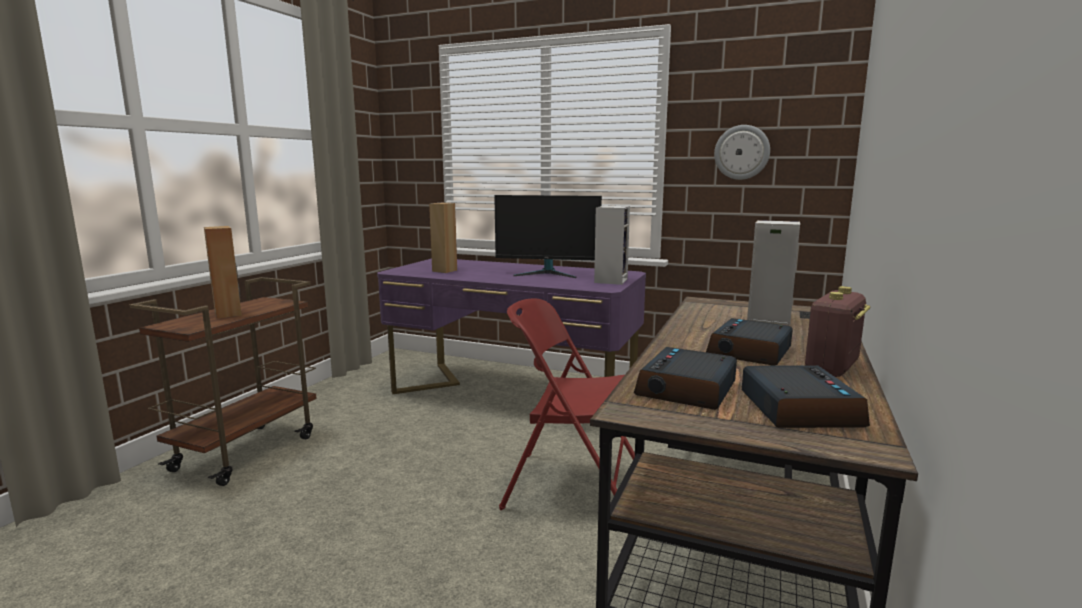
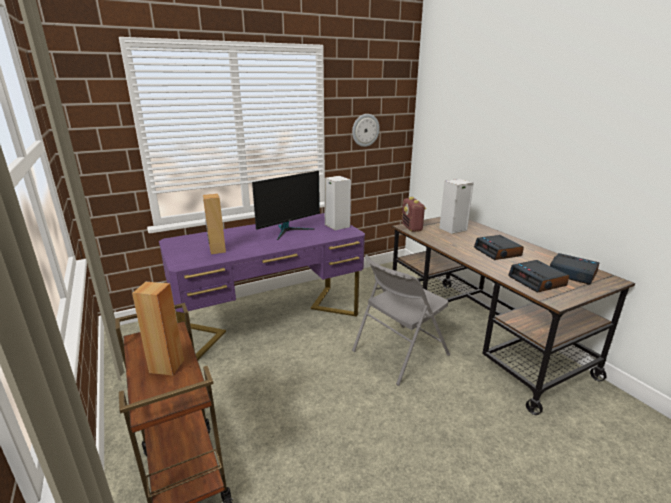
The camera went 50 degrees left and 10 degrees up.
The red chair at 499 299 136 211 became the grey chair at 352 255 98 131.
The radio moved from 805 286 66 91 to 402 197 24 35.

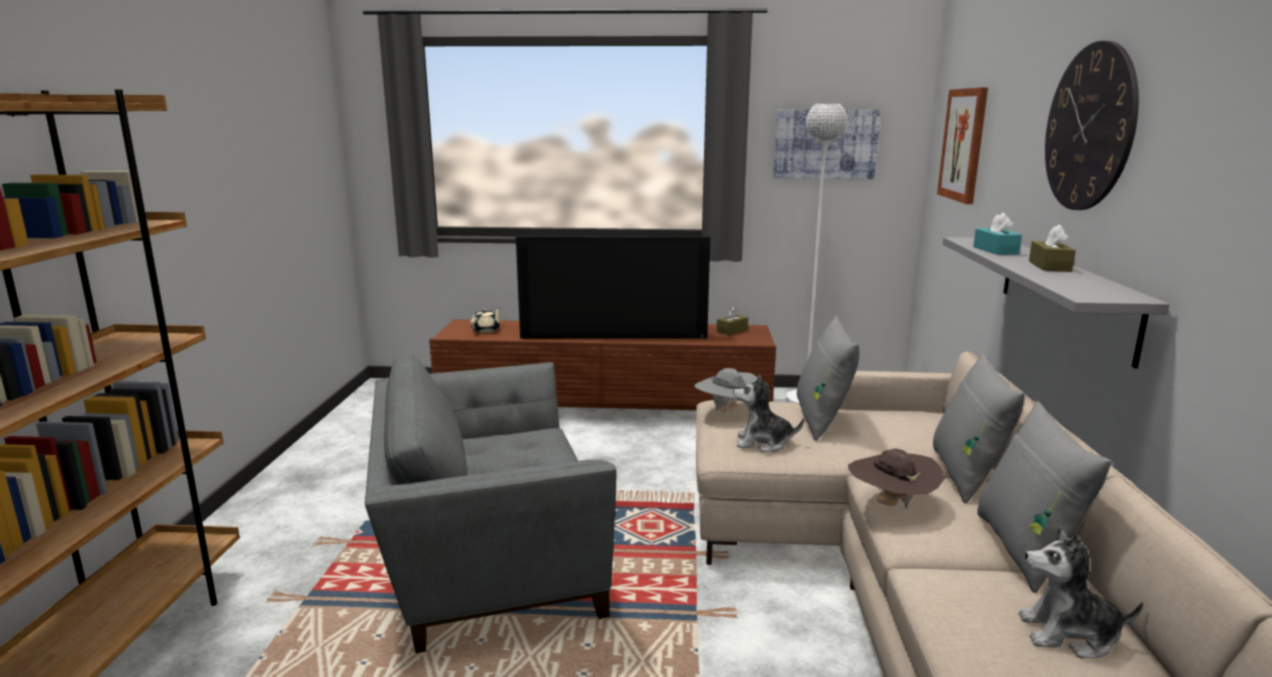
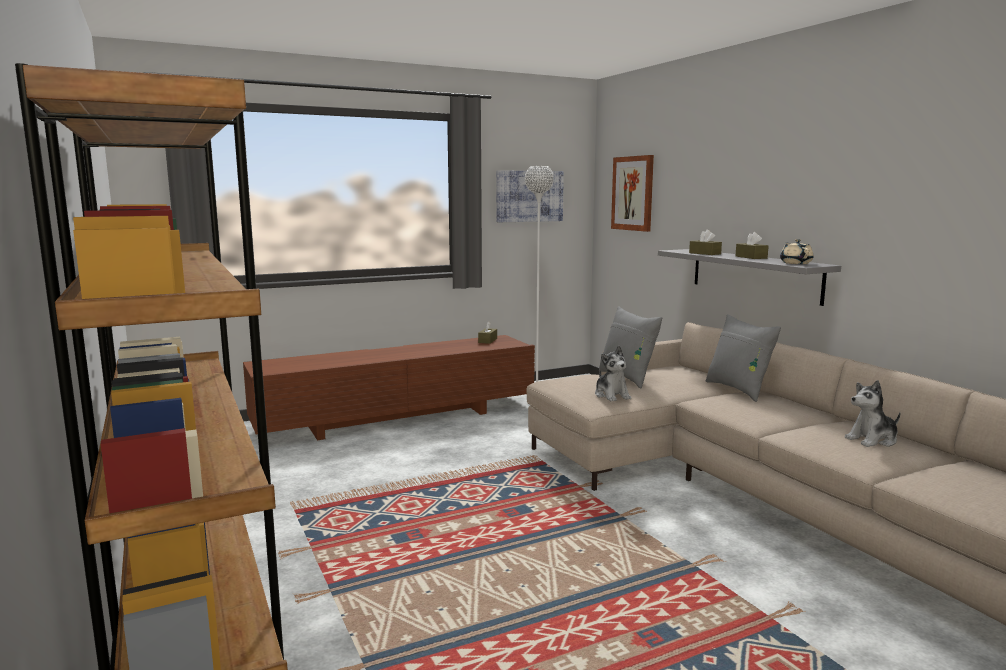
The camera went 30 degrees left and 5 degrees down.
The plush toy at 733 375 71 77 turned 90 degrees counterclockwise.
The turquoise tissue box at 973 213 49 42 became the brown tissue box at 689 229 33 26.
The beige teapot moved from 470 308 31 25 to 780 239 34 25.
The grey armchair at 365 354 251 299 disappeared.
The television at 516 236 194 103 disappeared.
The grey hat at 694 368 64 44 disappeared.
The brown hat at 848 448 97 61 disappeared.
The grey pillow at 977 401 134 192 disappeared.
The wall clock at 1045 41 94 169 disappeared.

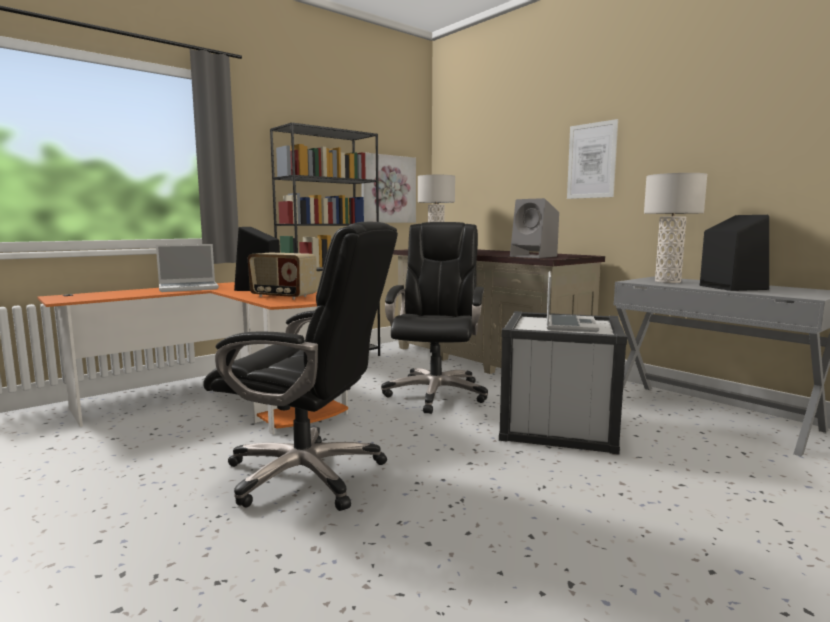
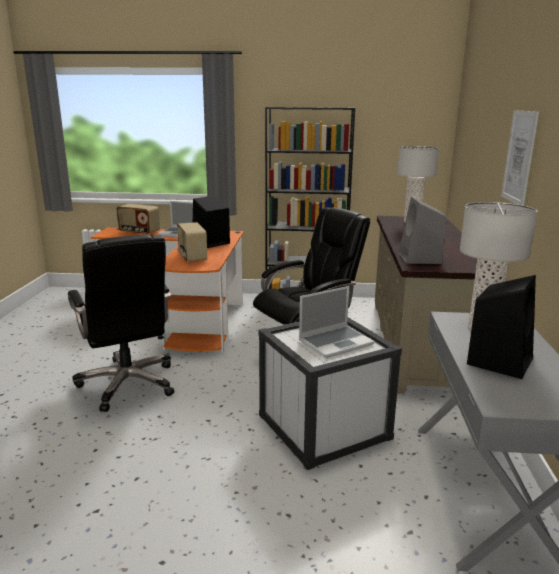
The camera went 45 degrees right and 10 degrees up.
The radio at 116 204 44 31 appeared.
The picture at 361 152 55 71 disappeared.

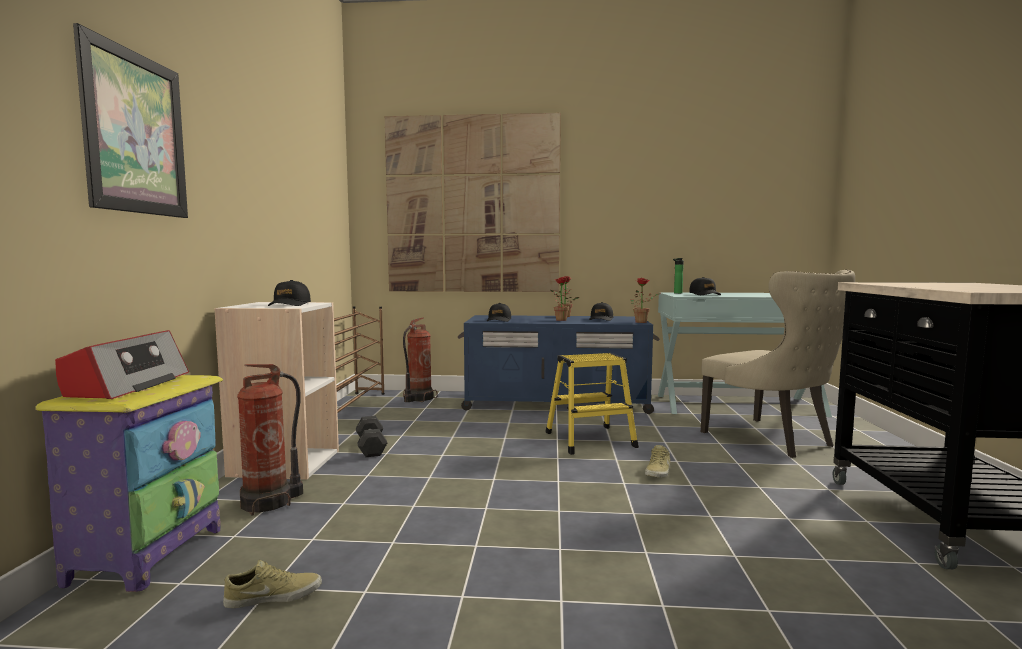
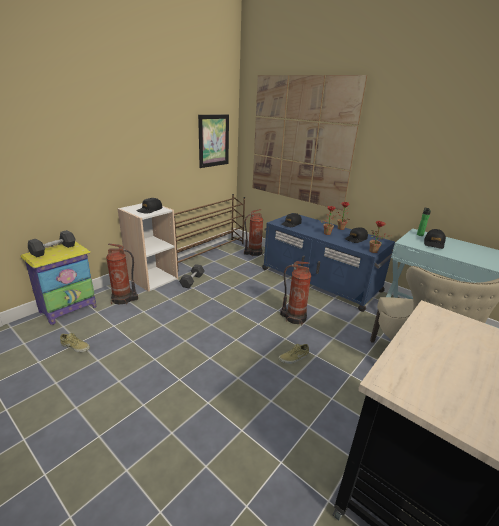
The camera went 35 degrees right and 20 degrees up.
The radio at 55 330 134 69 was replaced by the grey dumbbell at 28 230 47 27.
The picture moved from 73 23 115 195 to 198 115 31 53.
The yellow step ladder at 545 353 94 102 was replaced by the fire extinguisher at 280 261 31 65.

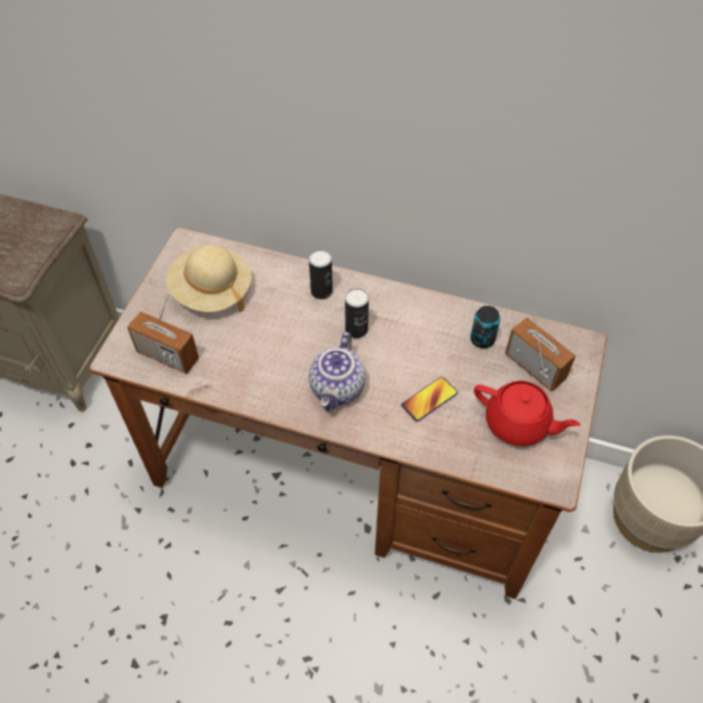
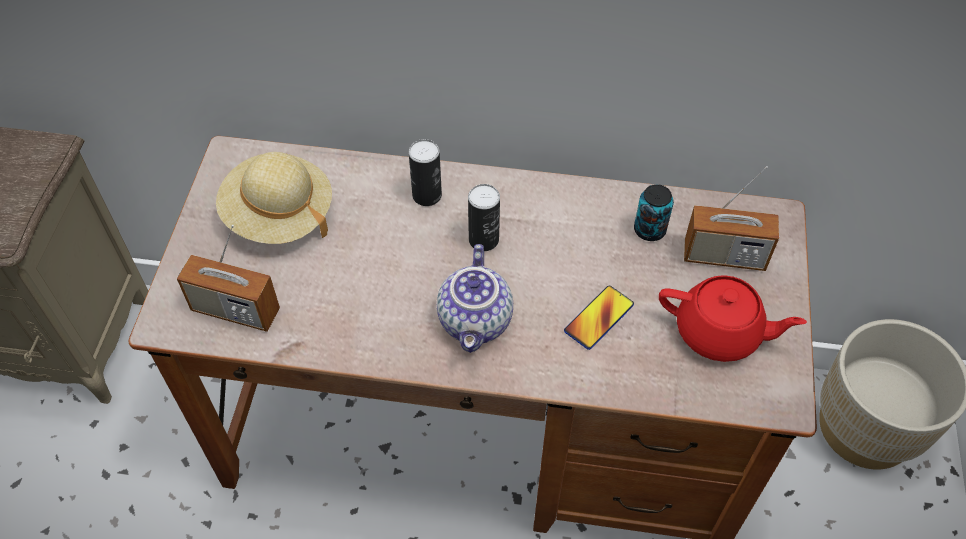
The camera went 10 degrees left and 0 degrees up.
The radio at 505 312 71 79 turned 150 degrees clockwise.

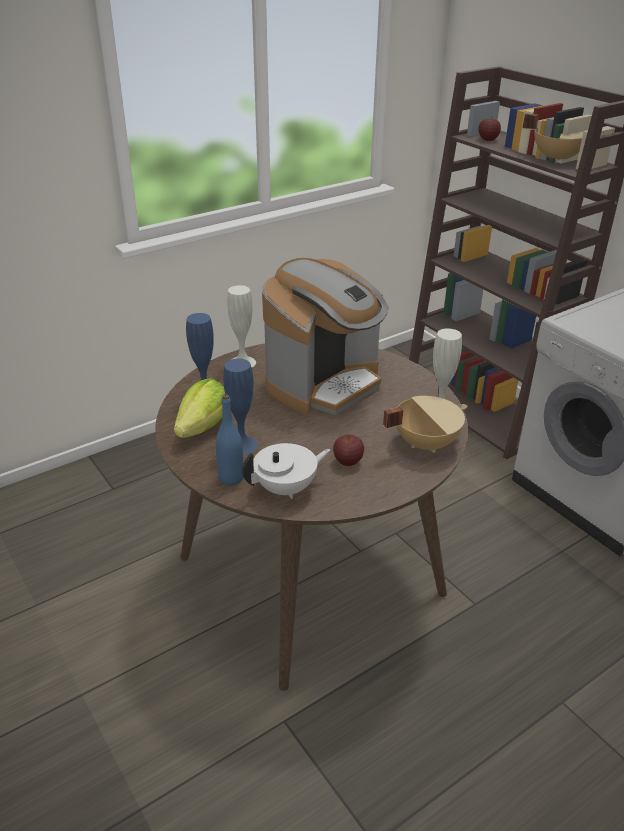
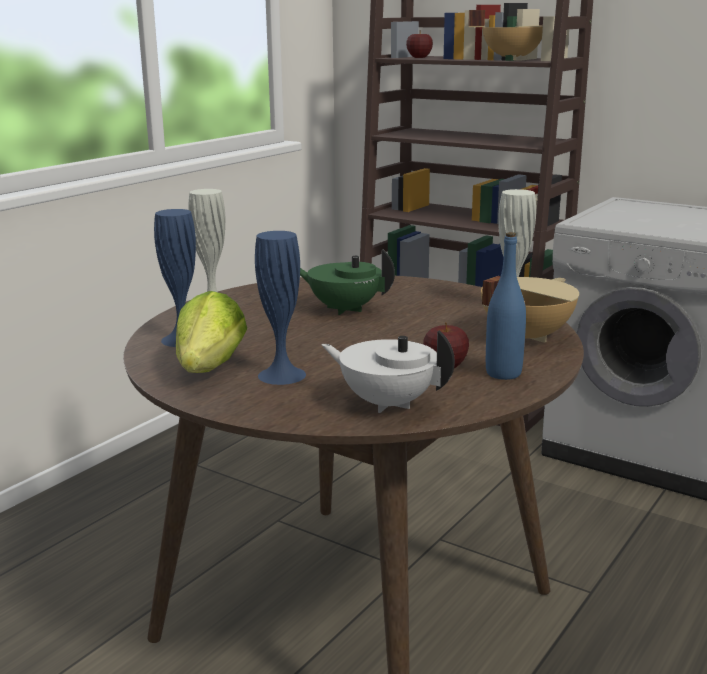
The camera went 20 degrees left and 15 degrees down.
The coffee machine at 262 258 126 157 was replaced by the green teapot at 300 249 95 66.
The white teapot at 242 443 88 56 turned 105 degrees counterclockwise.
The blue bottle moved from 216 394 28 91 to 486 232 40 148.

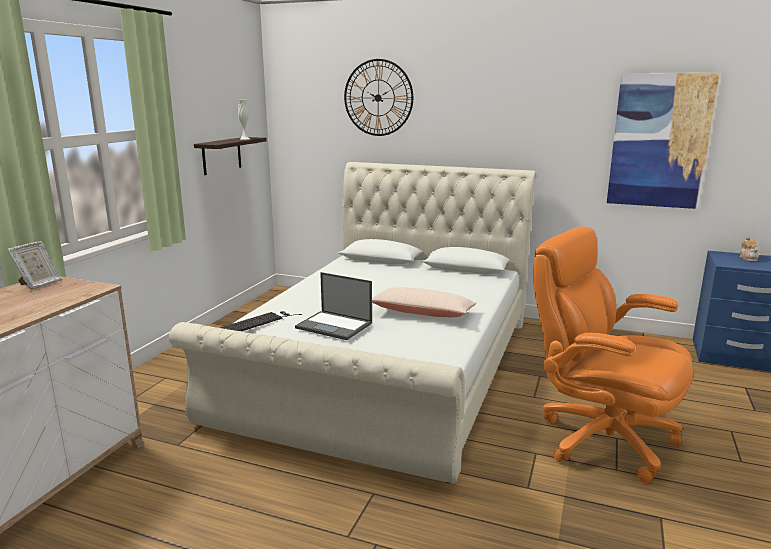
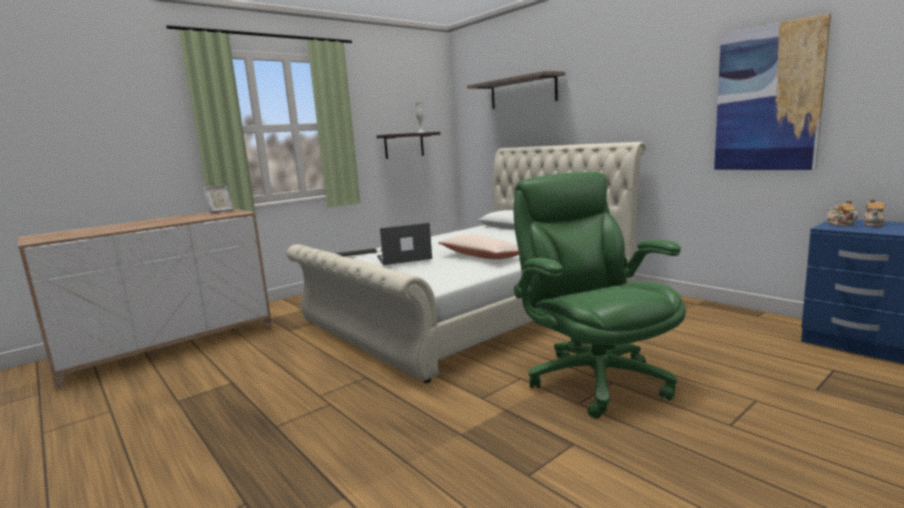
The camera went 30 degrees right and 5 degrees down.
The laptop at 295 272 77 68 turned 105 degrees clockwise.
The wall clock at 344 59 69 77 was replaced by the shelf at 467 71 98 38.
The orange office chair at 533 227 160 257 became the green office chair at 514 172 172 247.
The teapot at 827 199 31 27 appeared.

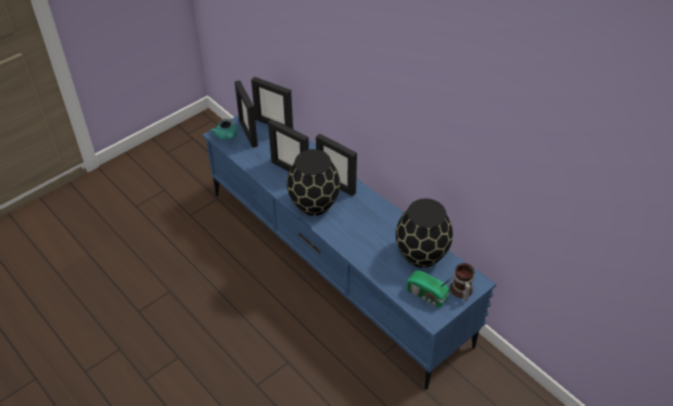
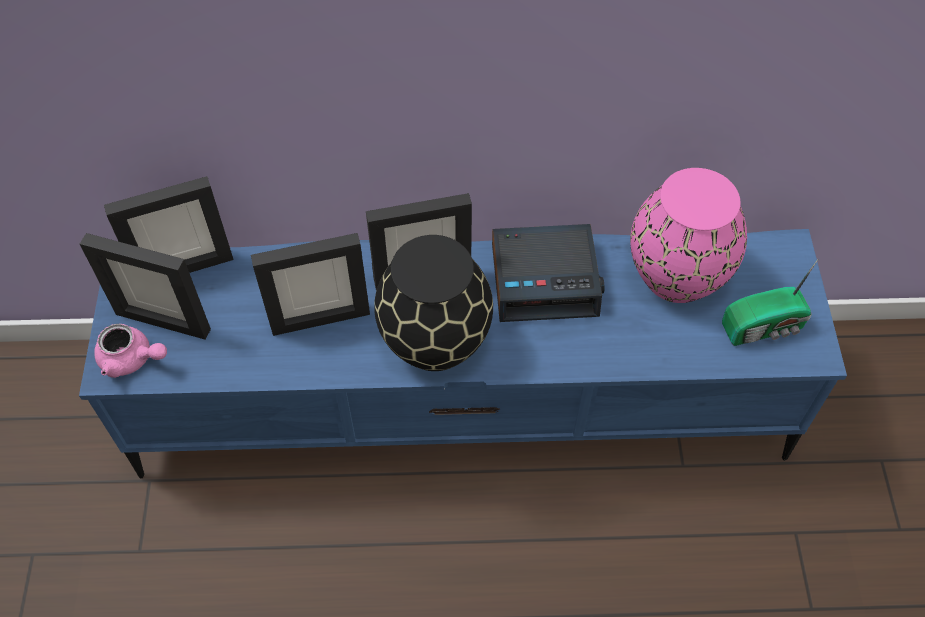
The camera went 50 degrees left and 10 degrees up.
The turquoise teapot at 210 119 28 21 became the pink teapot at 94 324 73 54.
The alarm clock at 492 224 112 98 appeared.
The black vase at 396 199 57 69 became the pink vase at 630 168 117 135.
The mug at 450 263 24 38 disappeared.

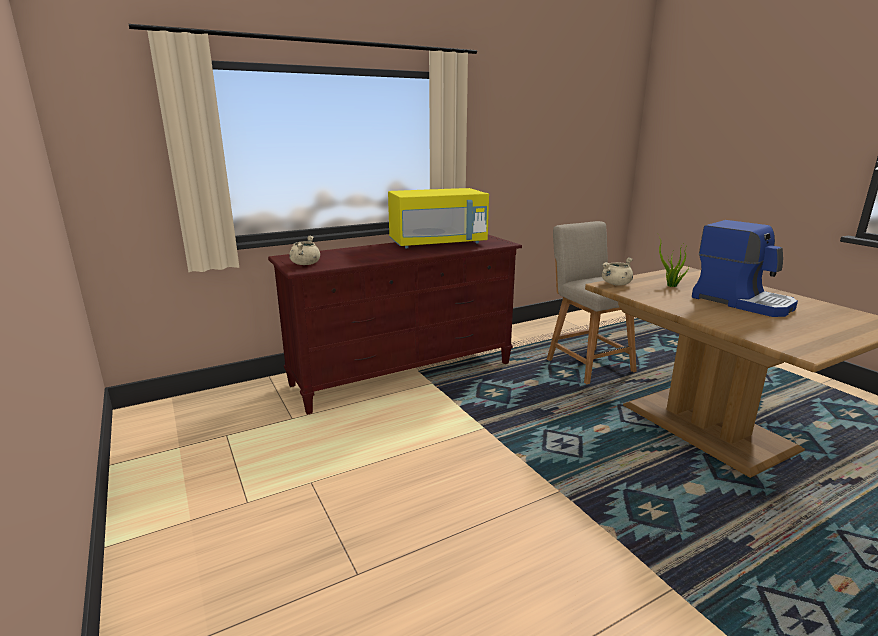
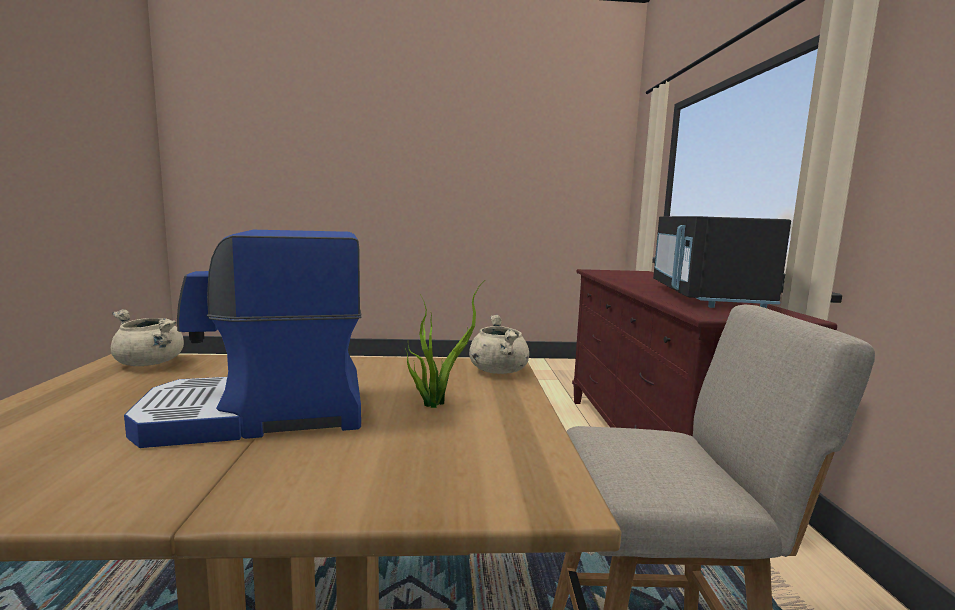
The camera went 115 degrees right and 10 degrees down.
The beige cooking pot moved from 289 235 31 30 to 111 309 73 57.
The yellow microwave at 388 188 101 60 became the black microwave at 653 216 138 92.

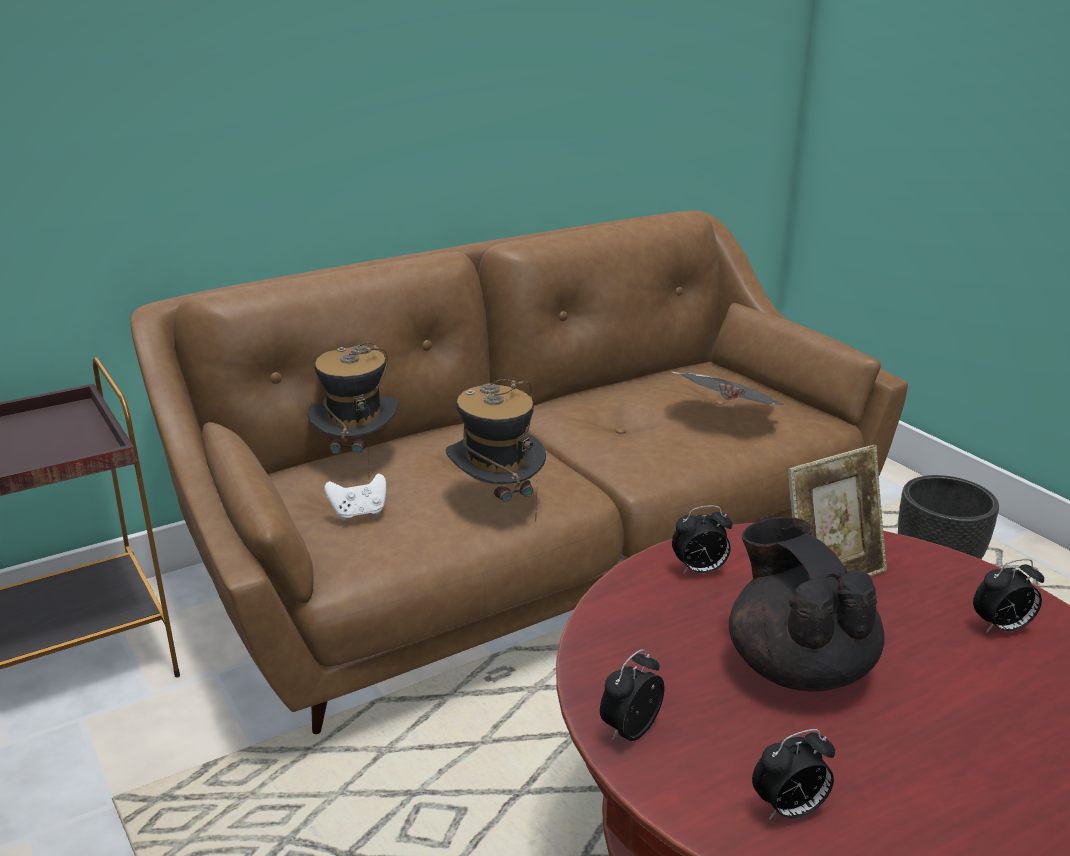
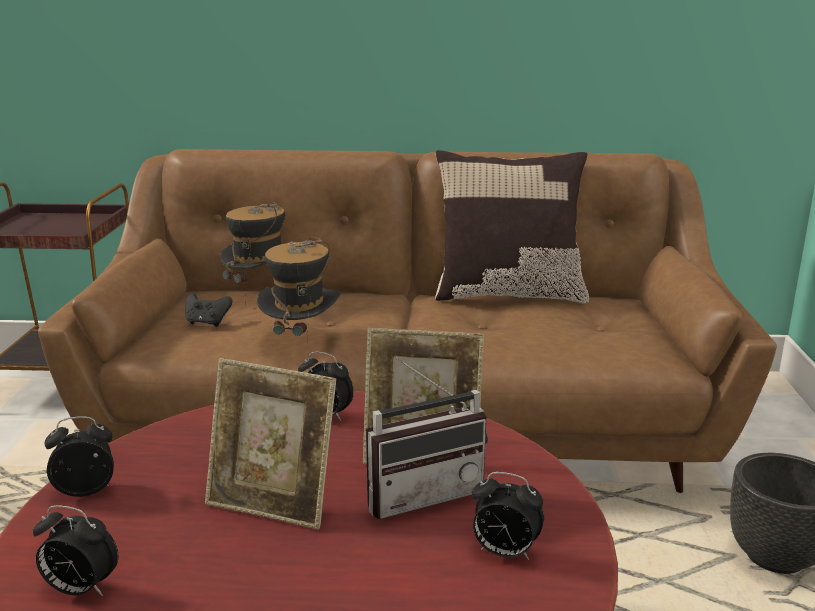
The camera went 35 degrees right and 5 degrees down.
The white game controller at 324 474 62 47 became the black game controller at 185 293 48 34.
The black teapot at 729 517 156 175 was replaced by the picture frame at 205 358 131 171.
The radio at 366 357 122 162 appeared.
The pillow at 435 150 154 154 appeared.
The newspaper at 672 372 111 33 disappeared.

